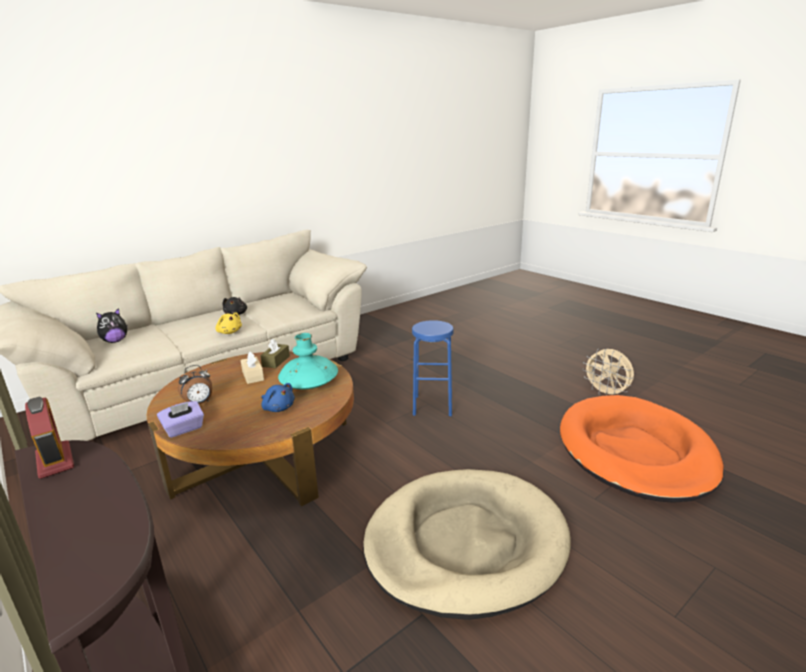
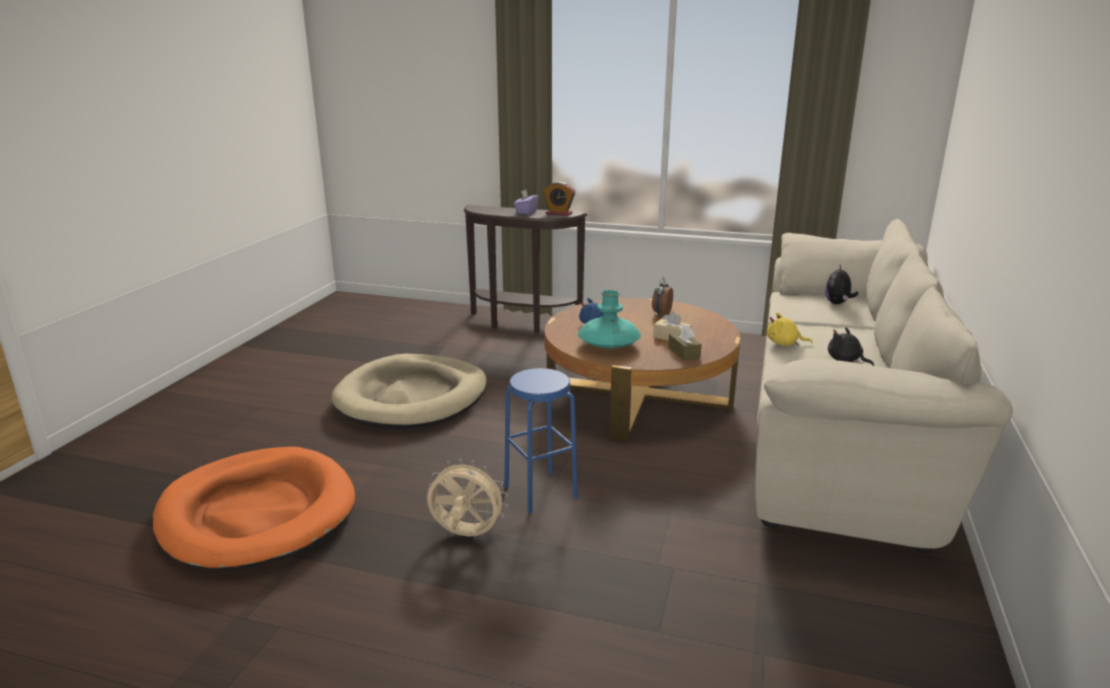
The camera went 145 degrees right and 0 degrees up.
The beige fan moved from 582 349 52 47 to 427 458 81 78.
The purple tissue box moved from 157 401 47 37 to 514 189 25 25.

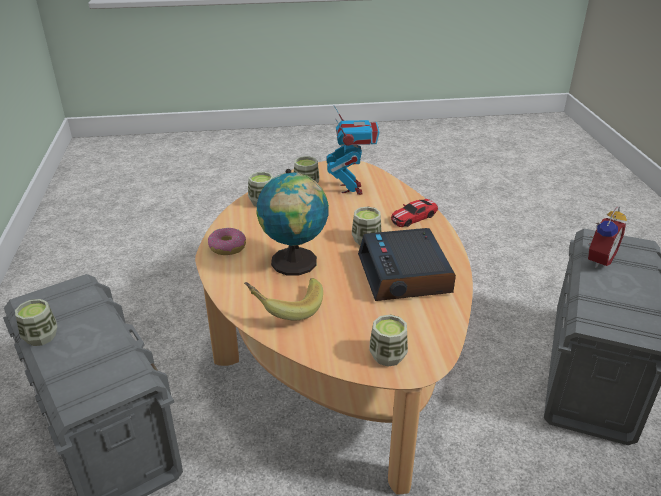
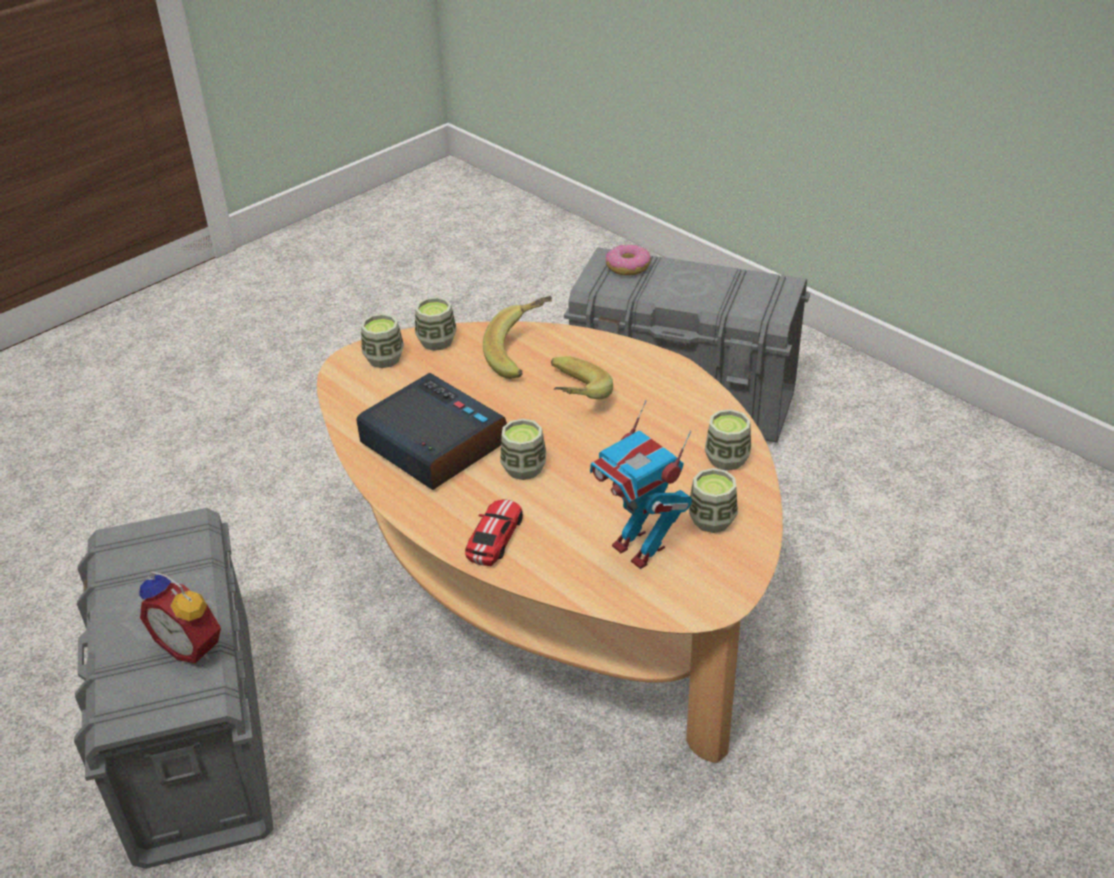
The camera went 145 degrees right and 5 degrees up.
The alarm clock at 587 206 40 62 turned 60 degrees counterclockwise.
The cup moved from 15 299 42 47 to 415 297 42 54.
The globe at 257 169 72 107 was replaced by the banana at 551 356 62 43.
The donut moved from 208 228 38 27 to 606 244 45 32.

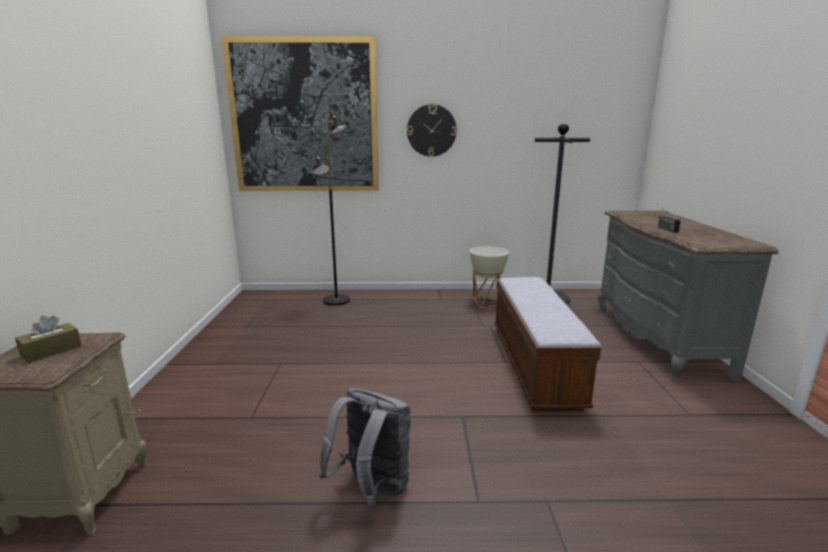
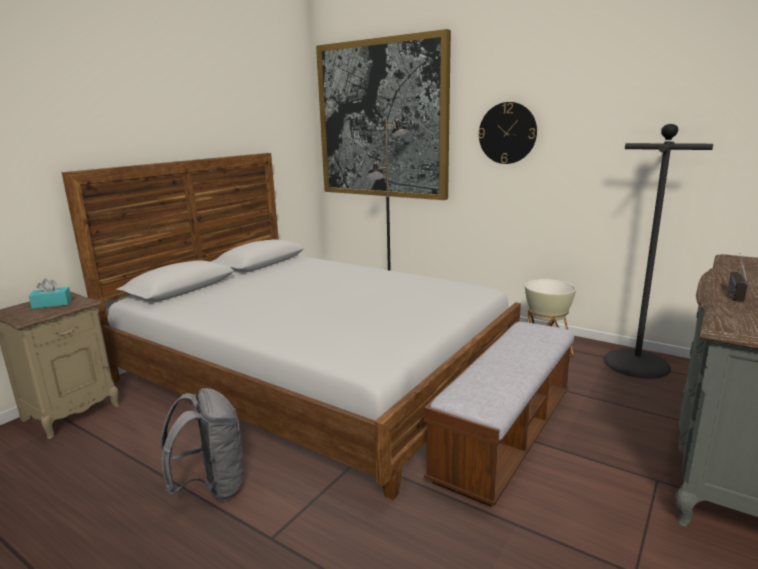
The camera went 35 degrees right and 0 degrees up.
The brown tissue box at 15 315 67 48 became the turquoise tissue box at 29 279 43 30.
The bed at 62 153 459 347 appeared.

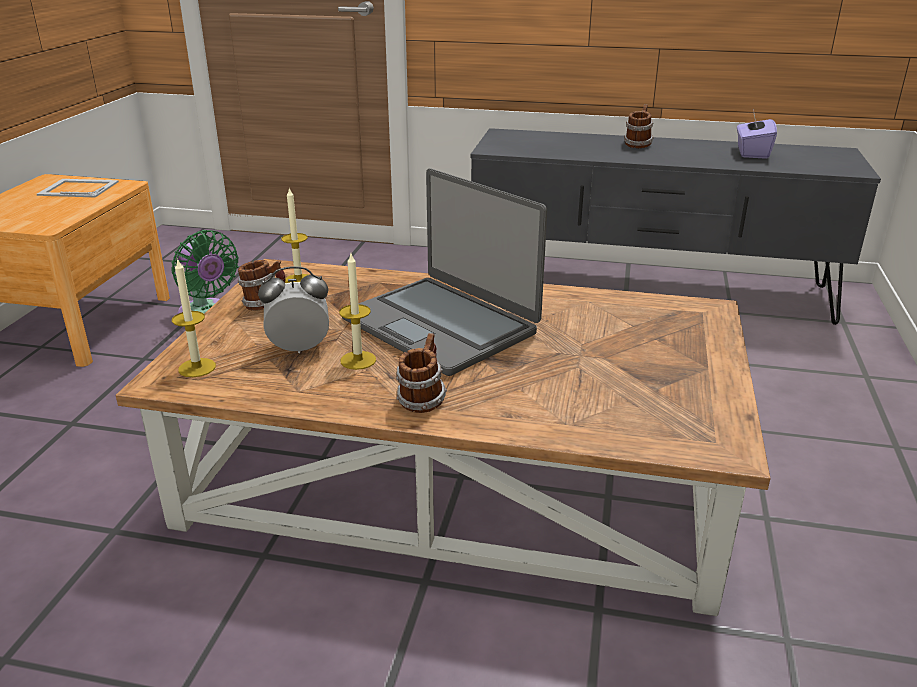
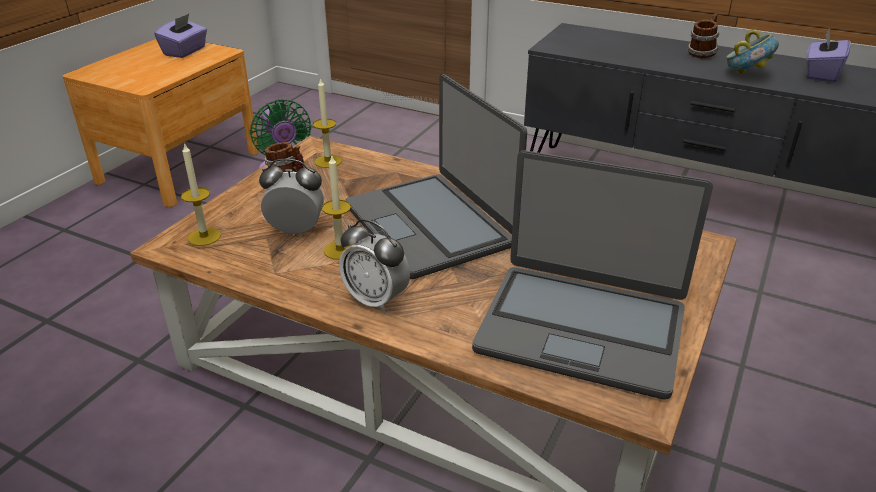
The camera went 15 degrees right and 5 degrees up.
The picture frame at 37 179 82 19 was replaced by the purple tissue box at 154 14 53 44.
The mug at 396 333 51 80 was replaced by the alarm clock at 339 219 71 94.
The laptop at 472 150 241 250 appeared.
The bowl at 726 29 53 46 appeared.

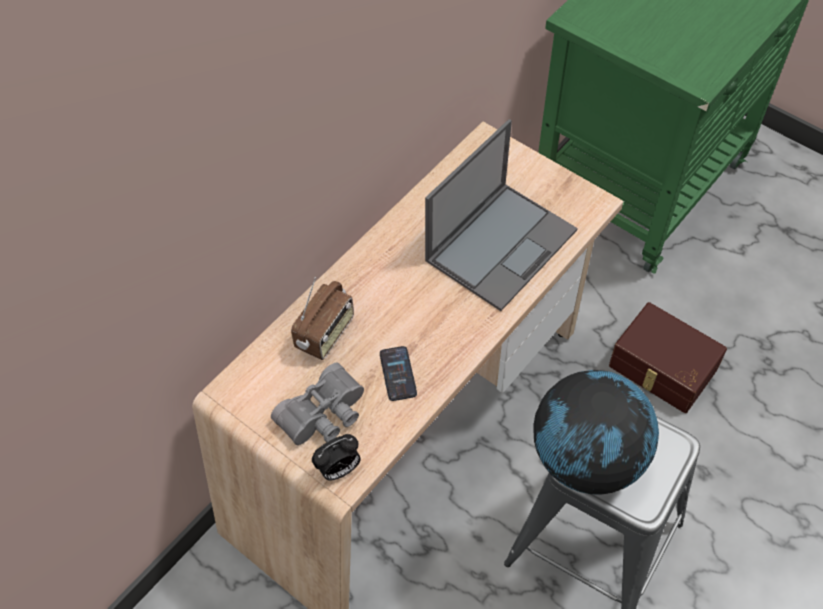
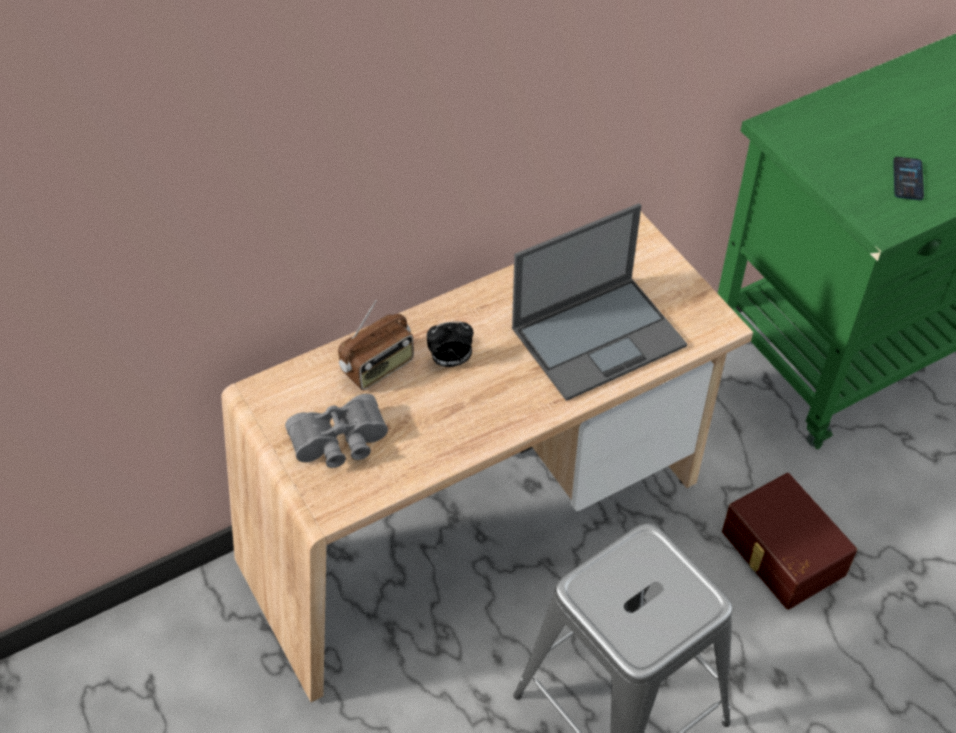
The camera went 20 degrees right and 5 degrees down.
The alarm clock moved from 312 434 49 47 to 427 321 47 46.
The phone moved from 380 346 37 55 to 893 157 31 43.
The globe at 533 370 126 125 disappeared.

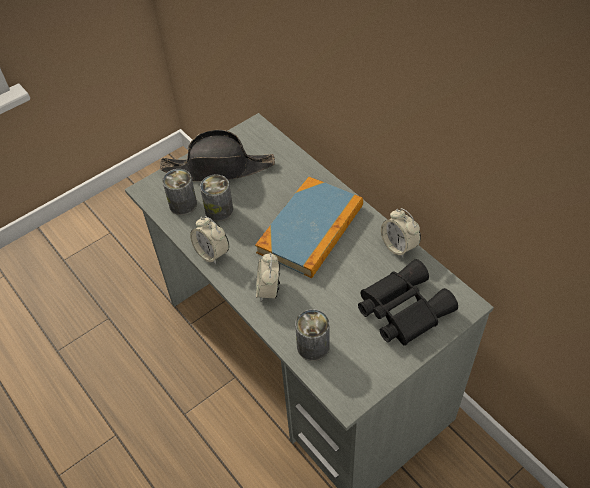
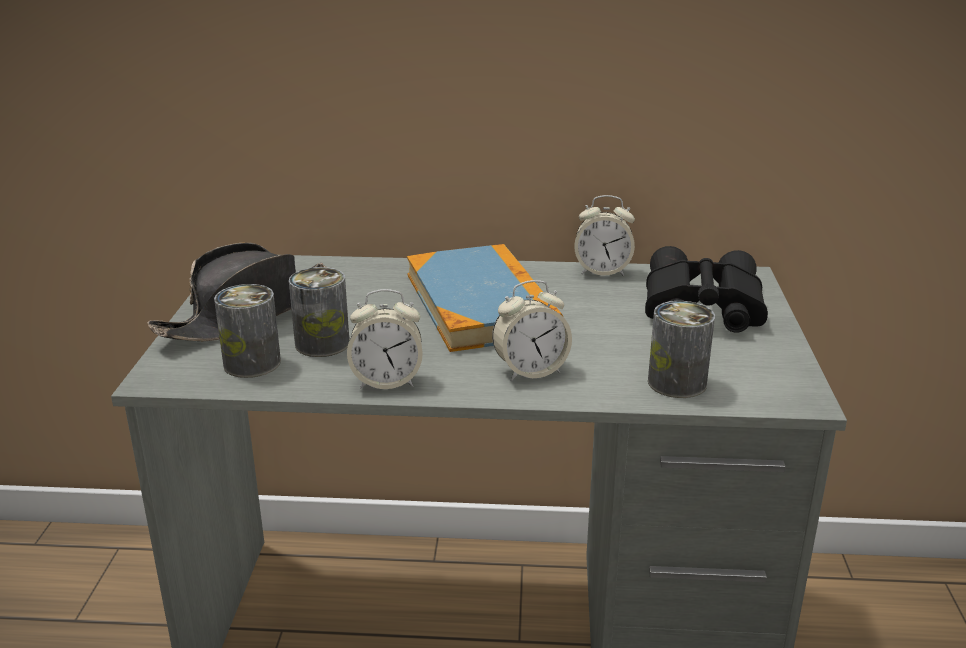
The camera went 50 degrees left and 25 degrees down.
The alarm clock at 256 253 24 49 turned 60 degrees counterclockwise.

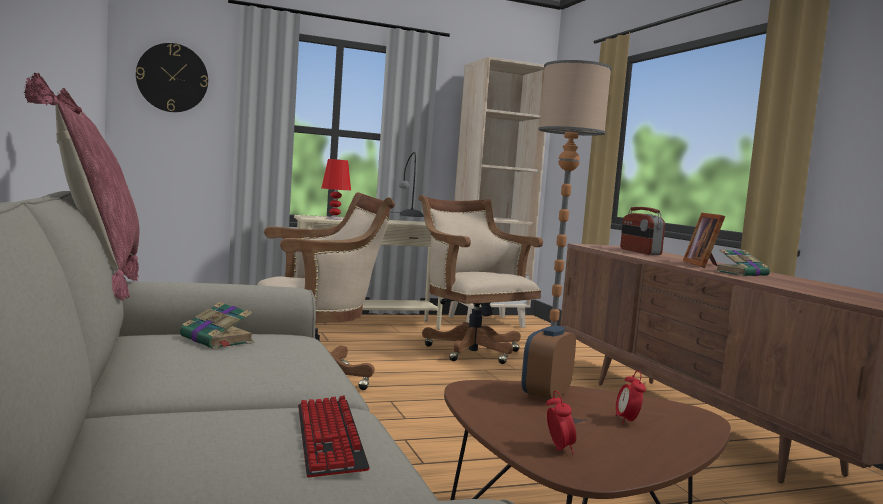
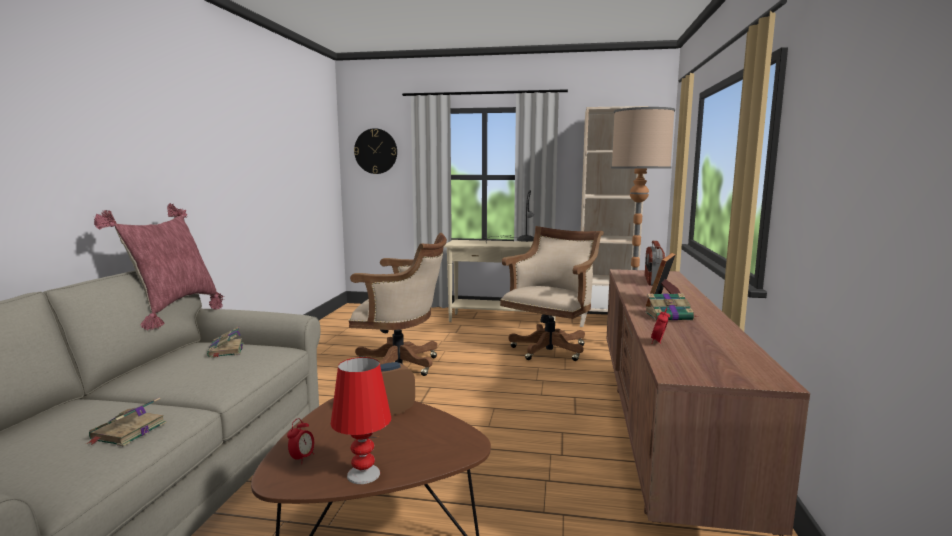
The camera went 30 degrees right and 5 degrees up.
The keyboard at 298 396 72 81 was replaced by the book at 86 397 80 49.
The red table lamp moved from 322 159 29 61 to 331 357 60 127.
The office chair at 418 195 125 169 turned 45 degrees clockwise.
The alarm clock moved from 615 370 31 55 to 651 308 19 36.

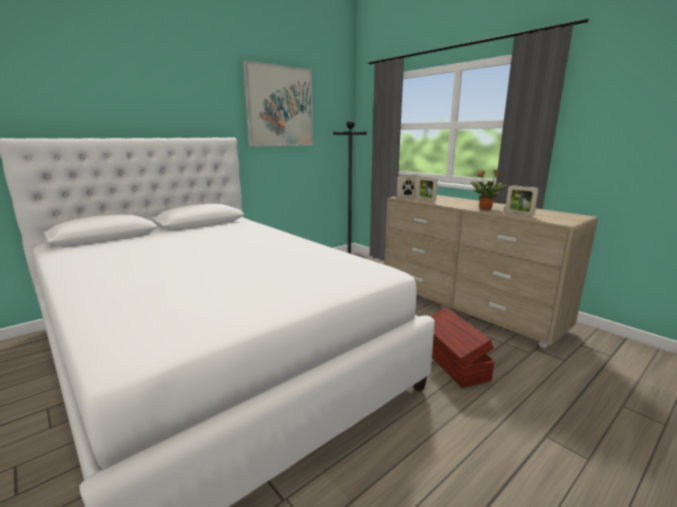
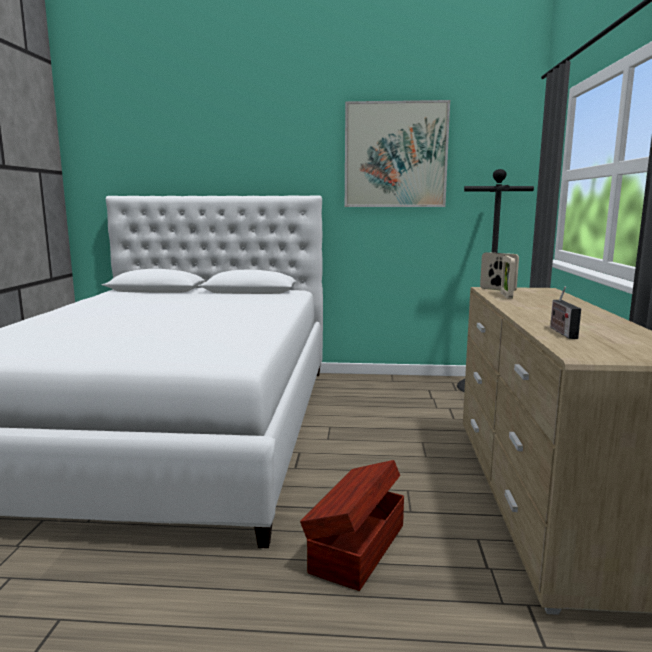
The camera went 45 degrees right and 5 degrees down.
The picture frame at 505 185 33 31 was replaced by the radio at 550 287 31 52.
The potted plant at 471 170 35 40 disappeared.

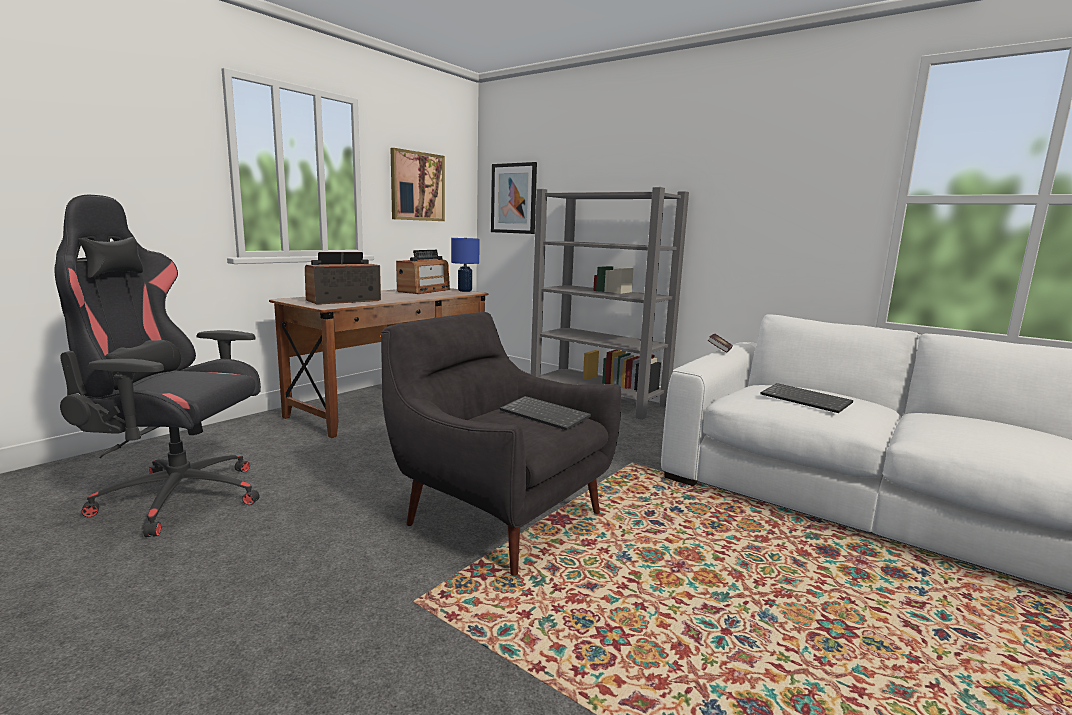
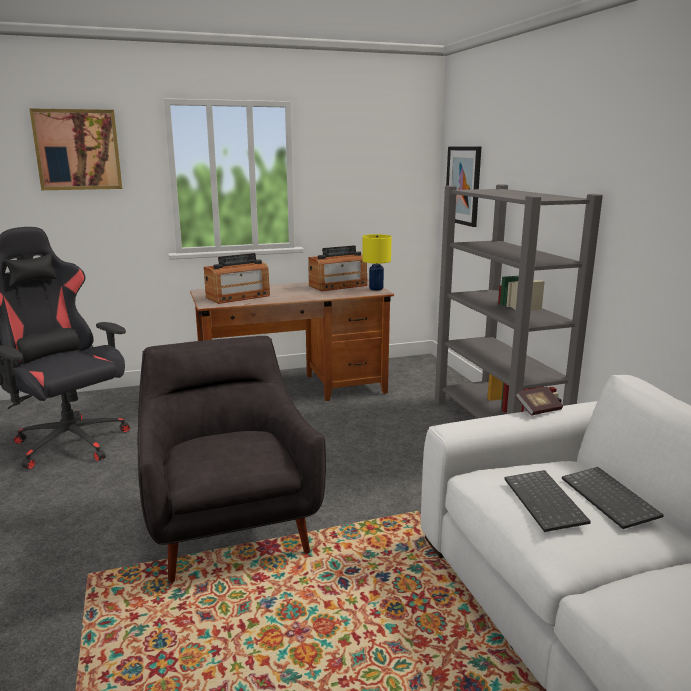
The camera went 35 degrees right and 5 degrees up.
The picture moved from 390 148 55 73 to 29 108 93 82.
The radio at 305 252 76 53 turned 150 degrees clockwise.
The blue table lamp at 451 237 29 55 became the yellow table lamp at 362 234 30 57.
The keyboard moved from 500 396 91 35 to 562 467 102 62.

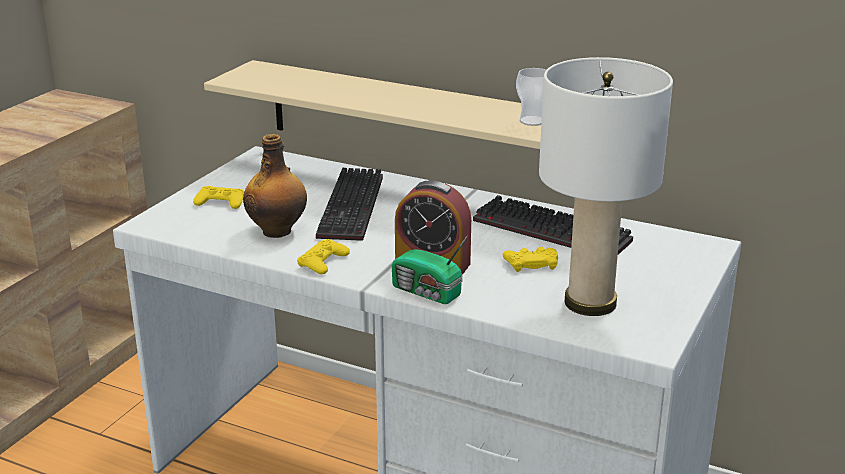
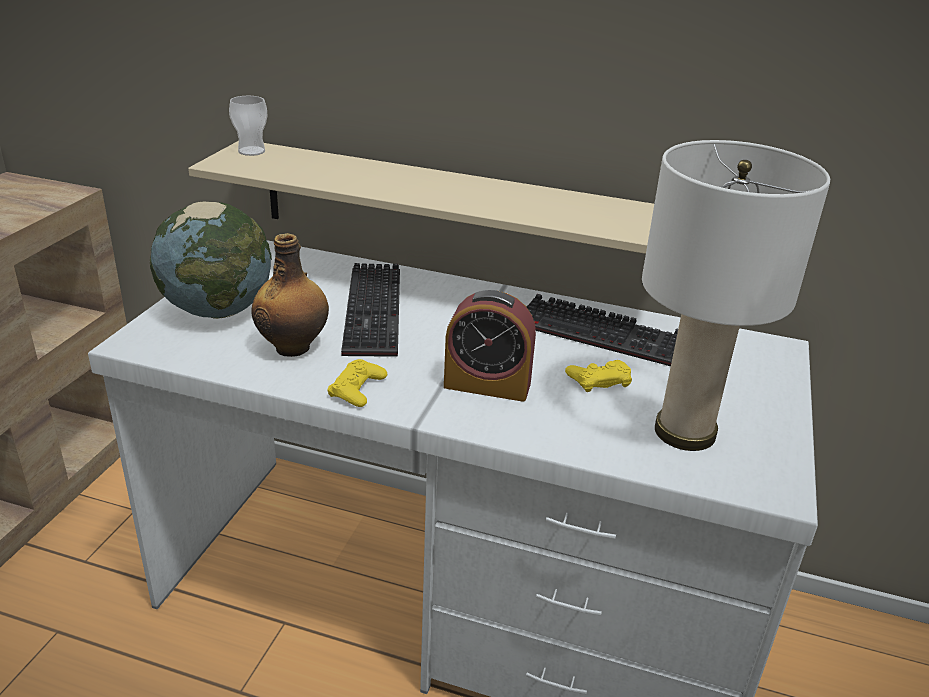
The camera went 10 degrees left and 5 degrees up.
The yellow game controller at 193 186 51 23 was replaced by the globe at 150 201 122 118.
The cup moved from 516 68 30 58 to 229 96 38 60.
The radio at 392 235 76 69 disappeared.

